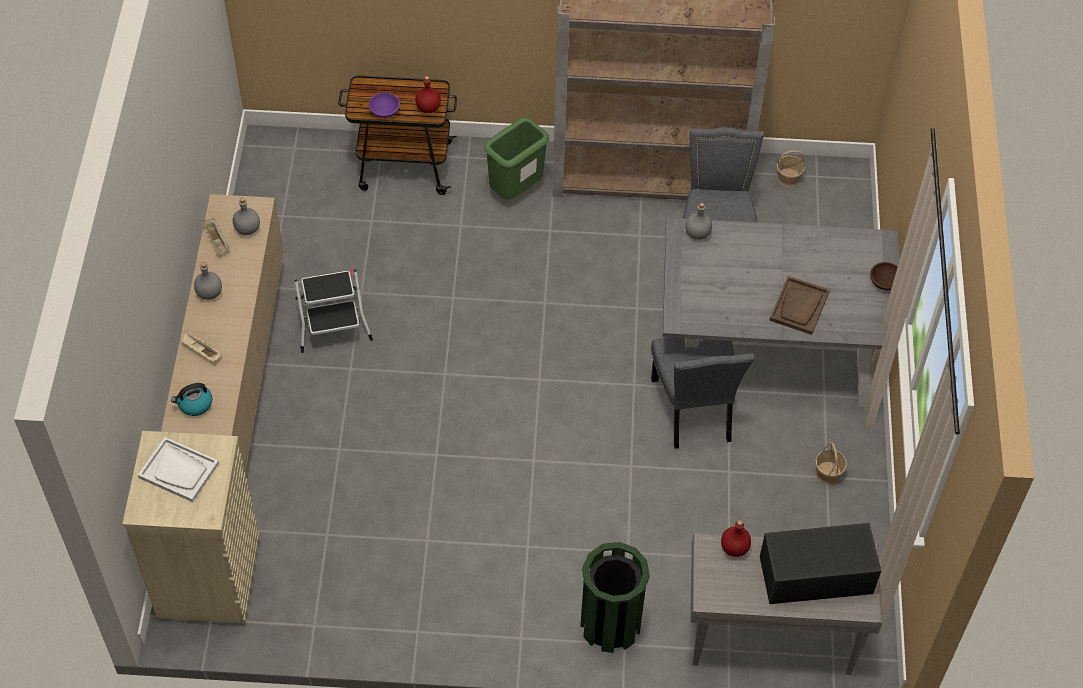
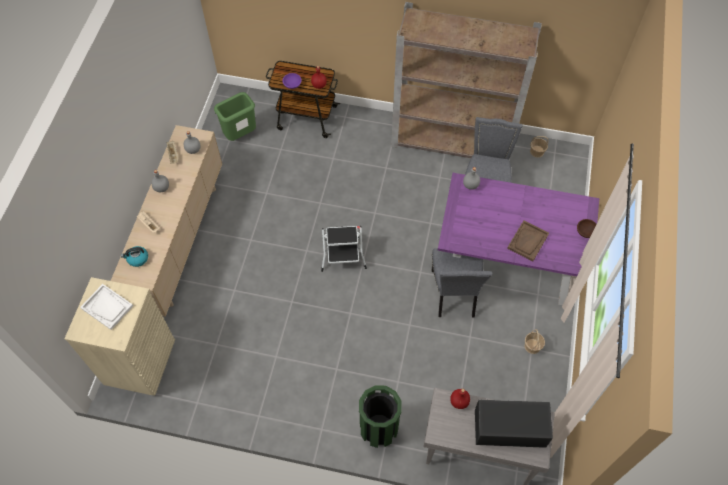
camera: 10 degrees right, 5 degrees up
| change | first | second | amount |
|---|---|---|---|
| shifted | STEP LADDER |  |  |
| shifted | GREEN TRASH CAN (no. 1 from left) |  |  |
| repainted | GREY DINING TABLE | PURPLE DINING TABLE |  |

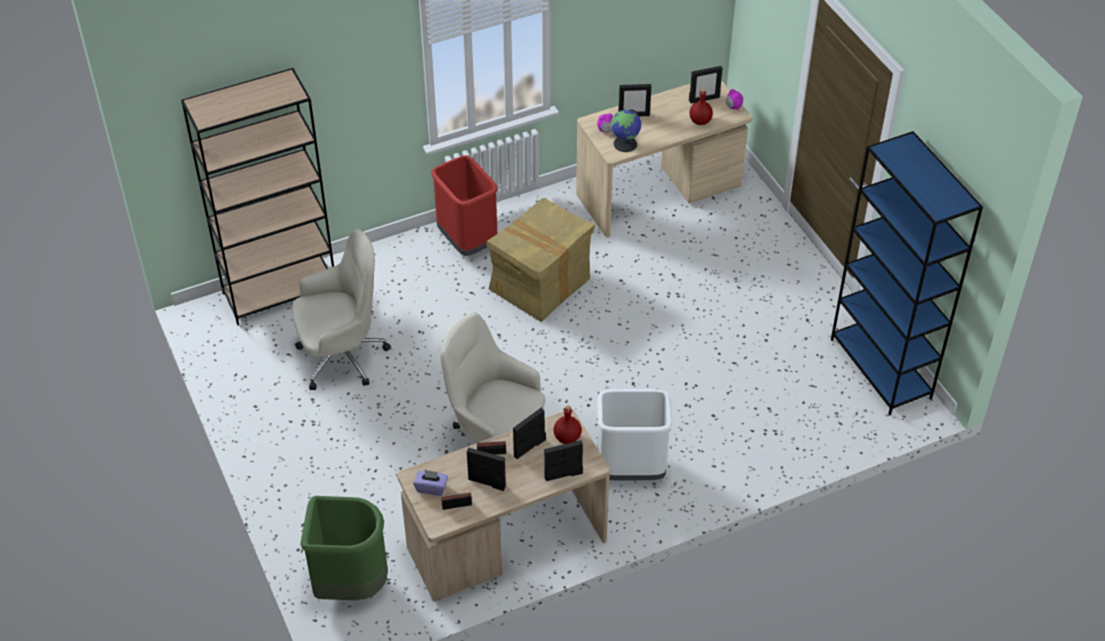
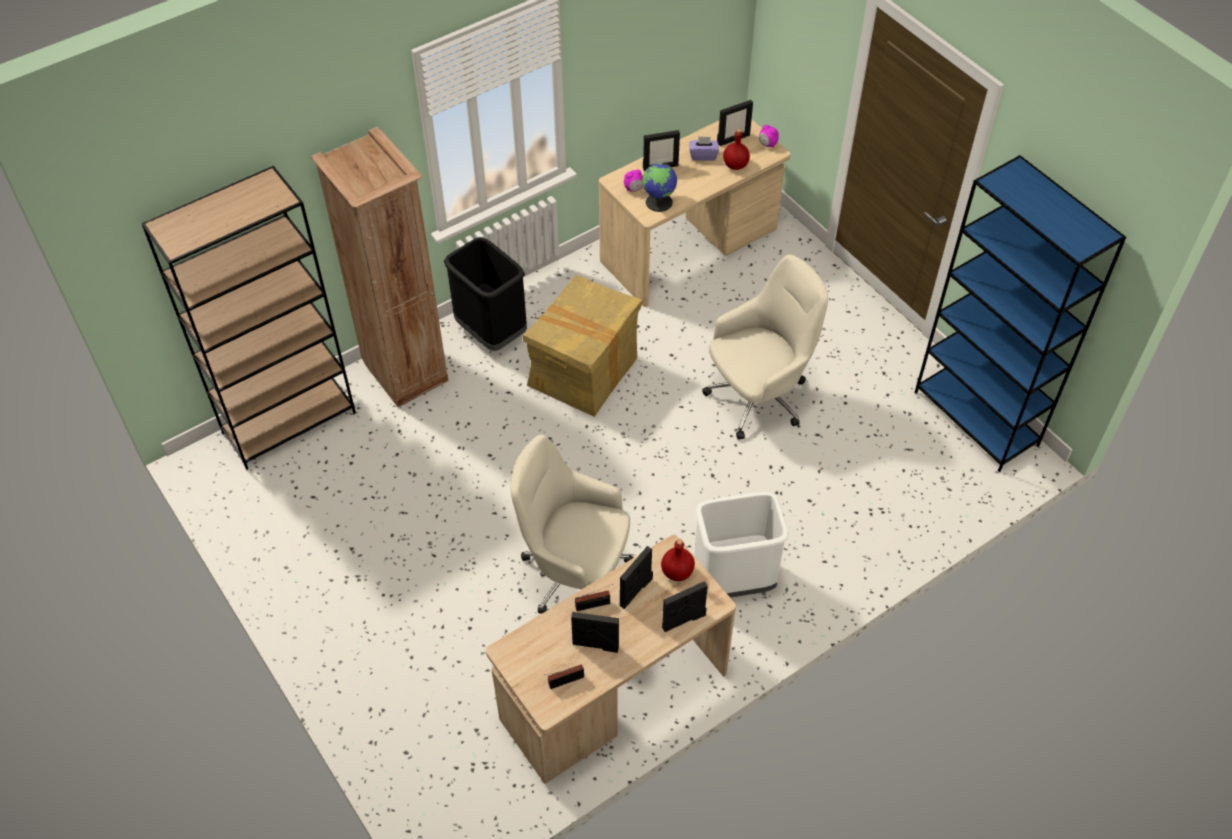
camera: 10 degrees left, 5 degrees up
| change | first | second | amount |
|---|---|---|---|
| gone | GREEN TRASH CAN |  |  |
| new |  | BROWN CABINET |  |
| shifted | BEIGE OFFICE CHAIR (no. 1 from left in the first image) | BEIGE OFFICE CHAIR (no. 2 from left) |  |
| shifted | PURPLE TISSUE BOX |  |  |
| repainted | RED TRASH CAN | BLACK TRASH CAN |  |

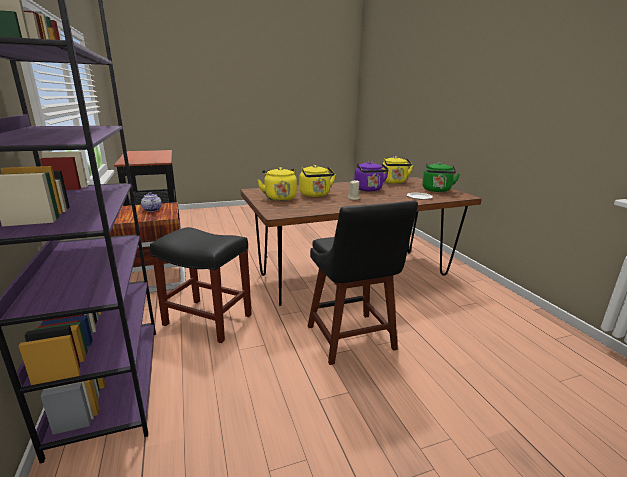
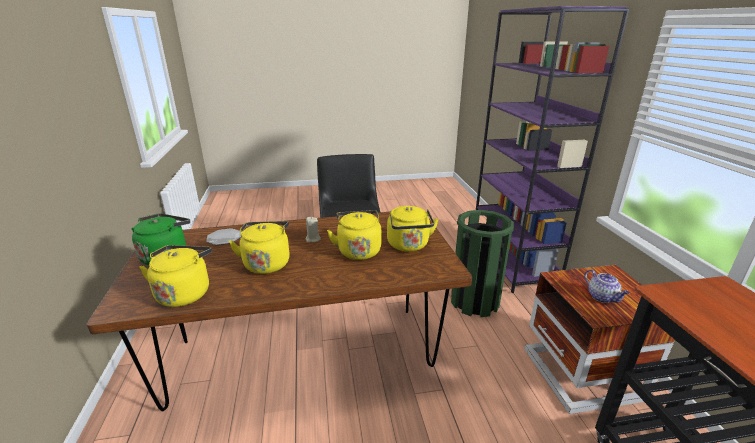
camera: 170 degrees left, 5 degrees up
| change | first | second | amount |
|---|---|---|---|
| swapped | BLACK STOOL | GREEN TRASH CAN |  |
| repainted | PURPLE KETTLE | YELLOW KETTLE (no. 2 from left) |  |

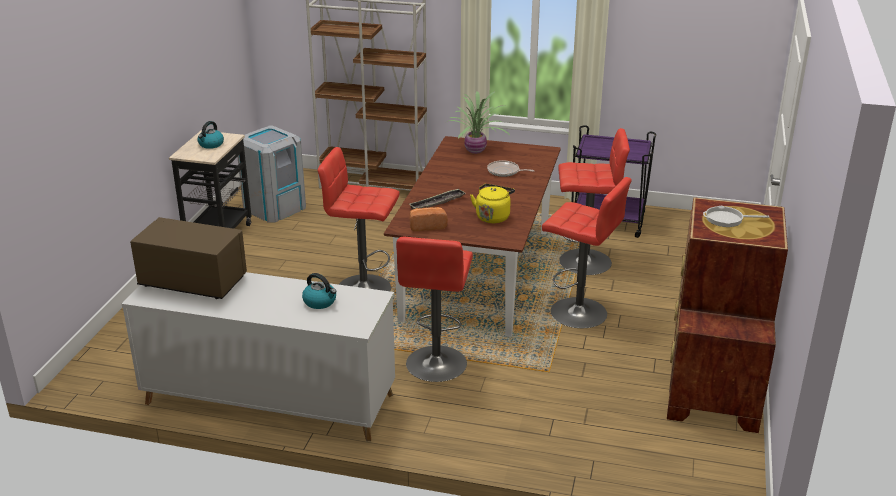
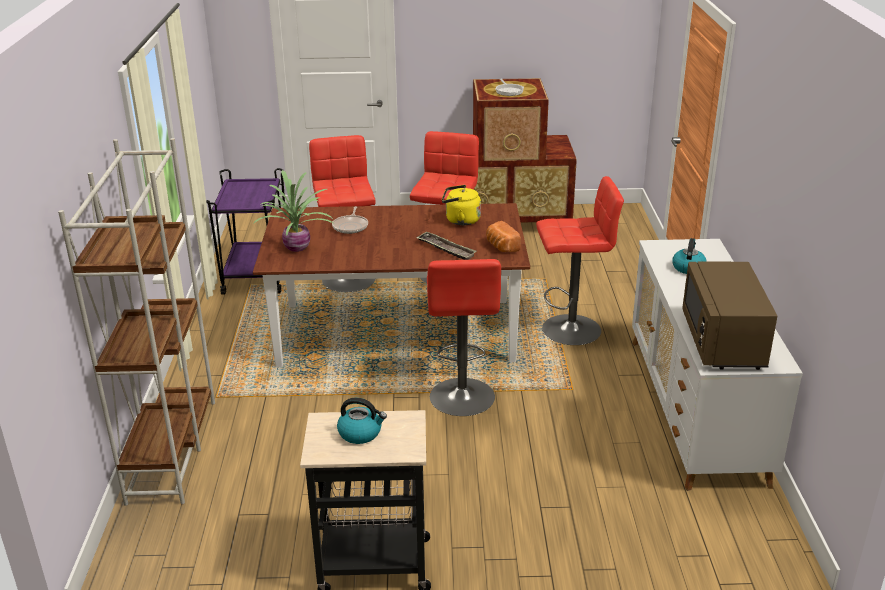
camera: 105 degrees left, 0 degrees up
| change | first | second | amount |
|---|---|---|---|
| gone | GREY TRASH CAN |  |  |

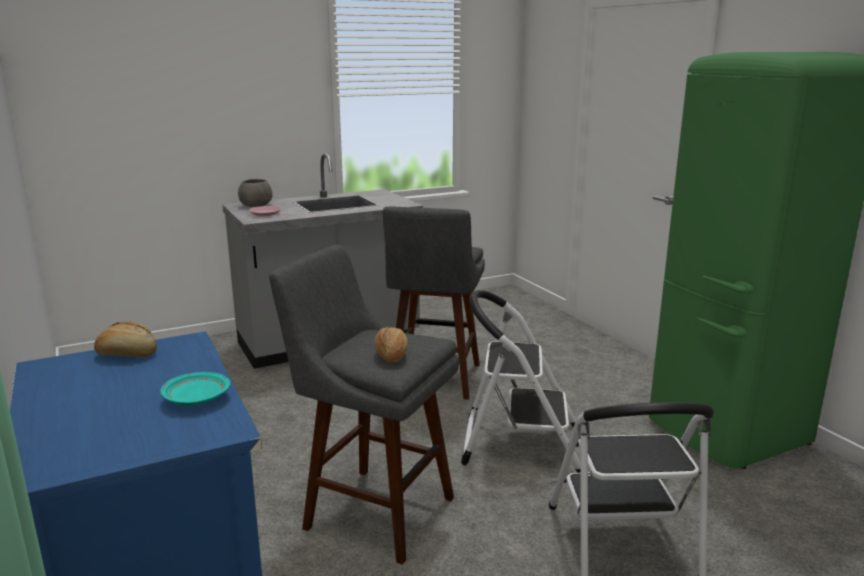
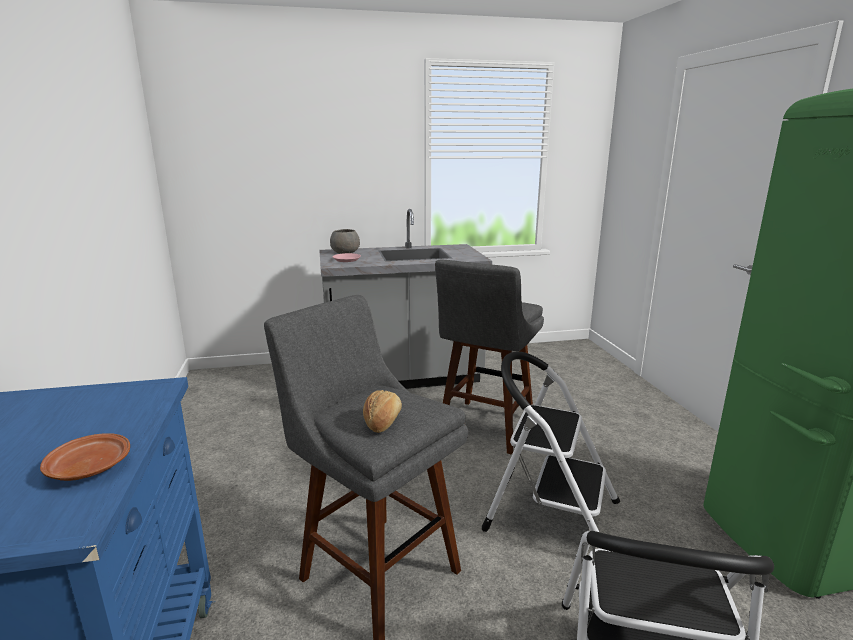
camera: 15 degrees right, 0 degrees up
| change | first | second | amount |
|---|---|---|---|
| gone | BREAD (no. 1 from left) |  |  |
| repainted | TURQUOISE PLATE | BROWN PLATE |  |

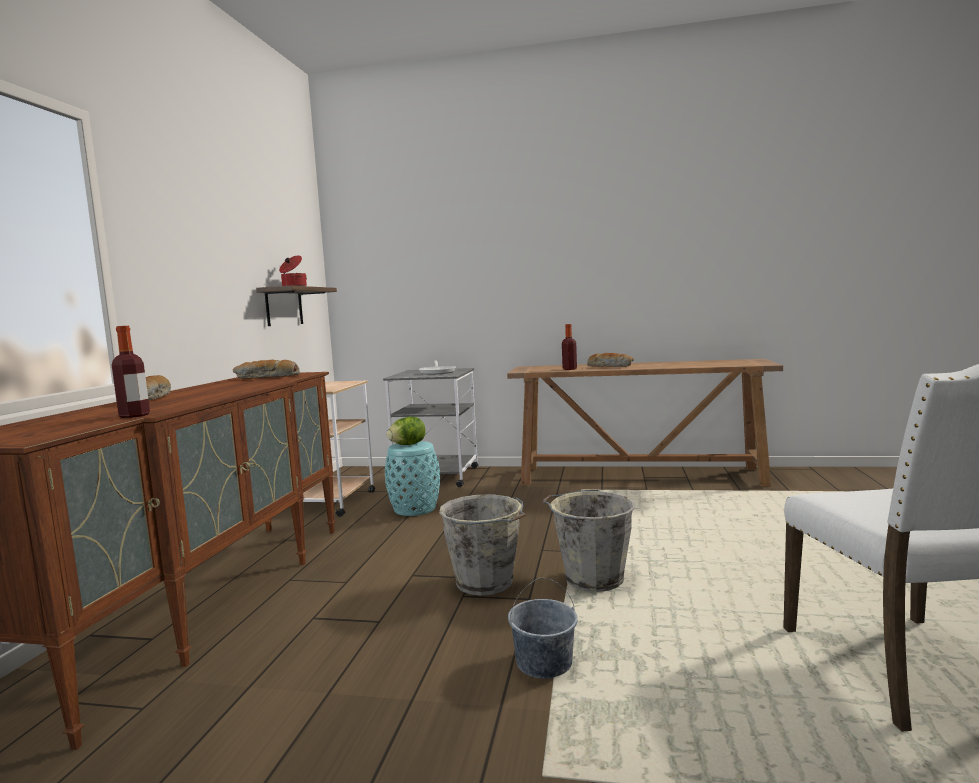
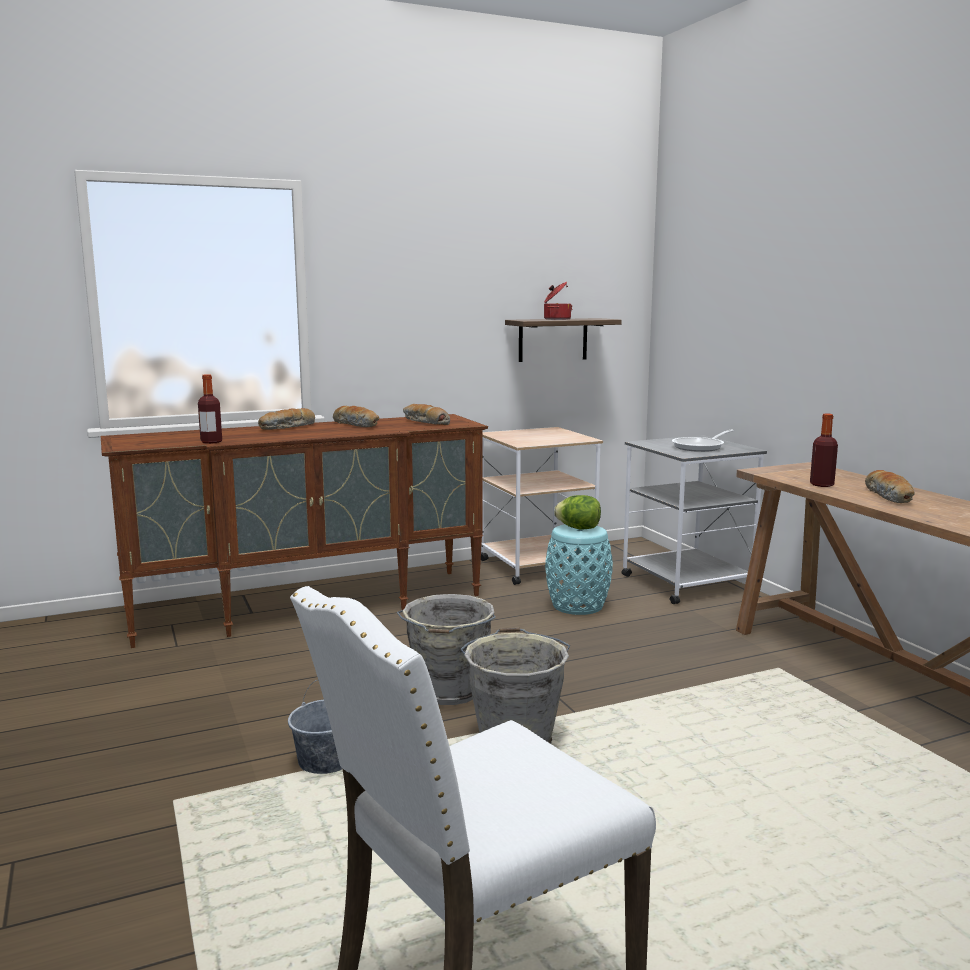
camera: 55 degrees right, 5 degrees up
| change | first | second | amount |
|---|---|---|---|
| new |  | BREAD (no. 2 from left) |  |

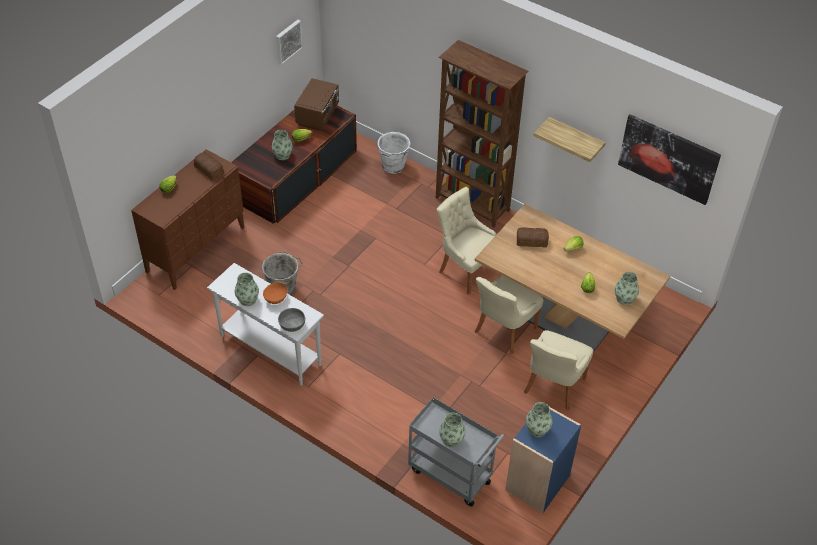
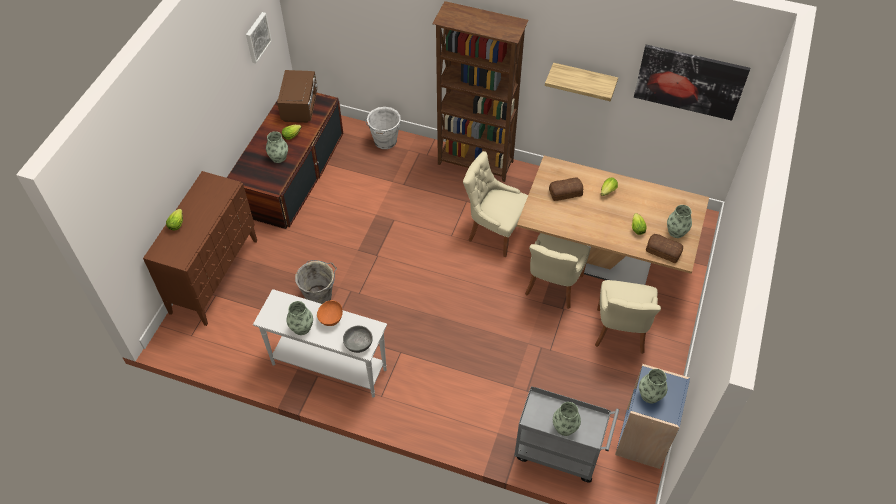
camera: 15 degrees left, 5 degrees up
| change | first | second | amount |
|---|---|---|---|
| shifted | BREAD (no. 1 from left in the first image) | BREAD (no. 2 from left) |  |

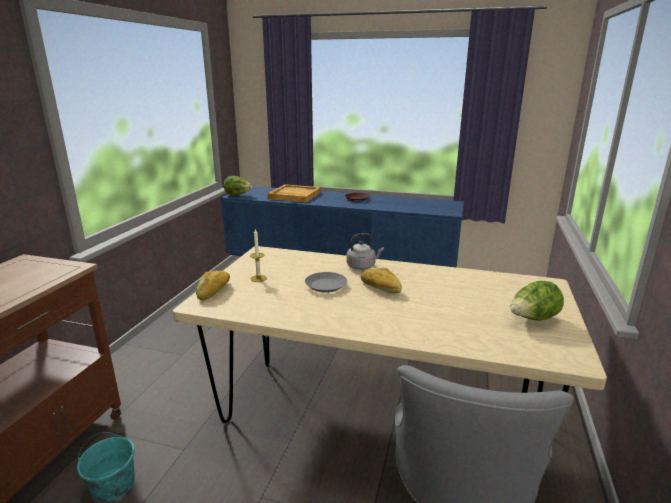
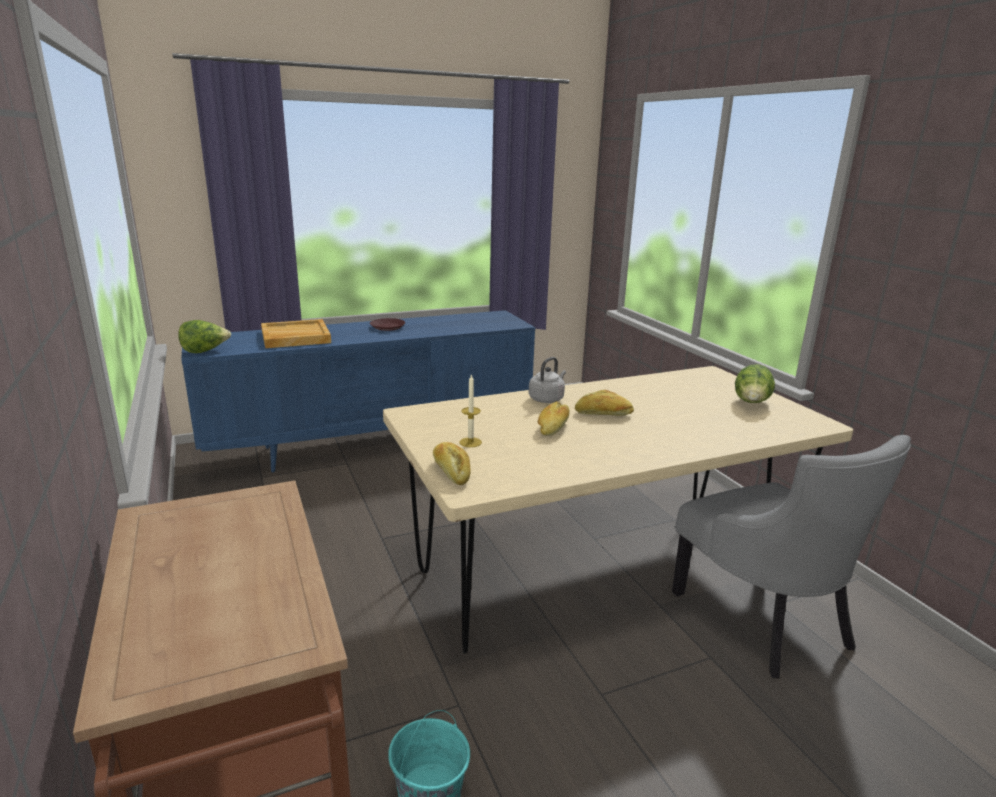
camera: 40 degrees left, 0 degrees up
| change | first | second | amount |
|---|---|---|---|
| swapped | GREY PLATE | BREAD (no. 2 from left) |  |

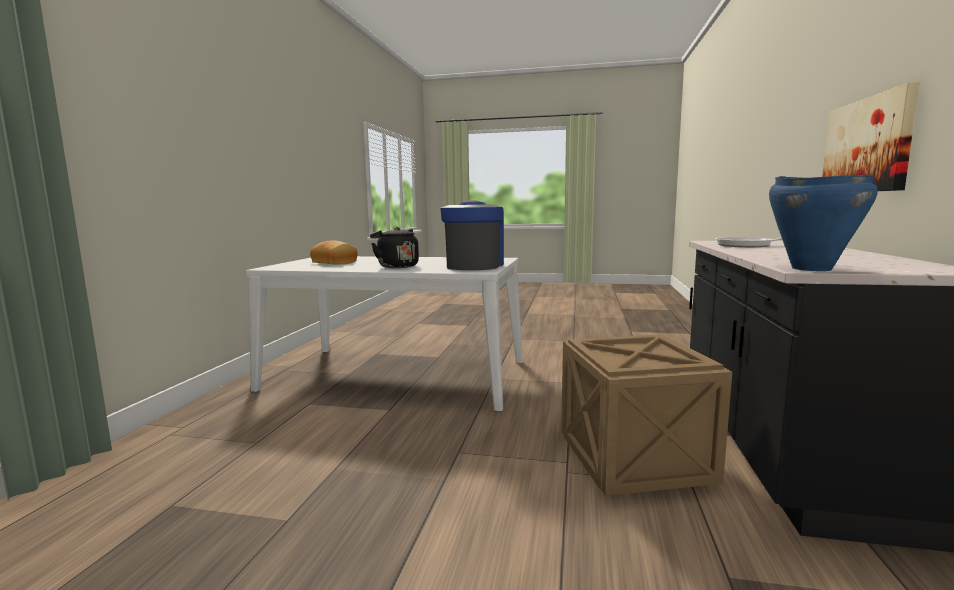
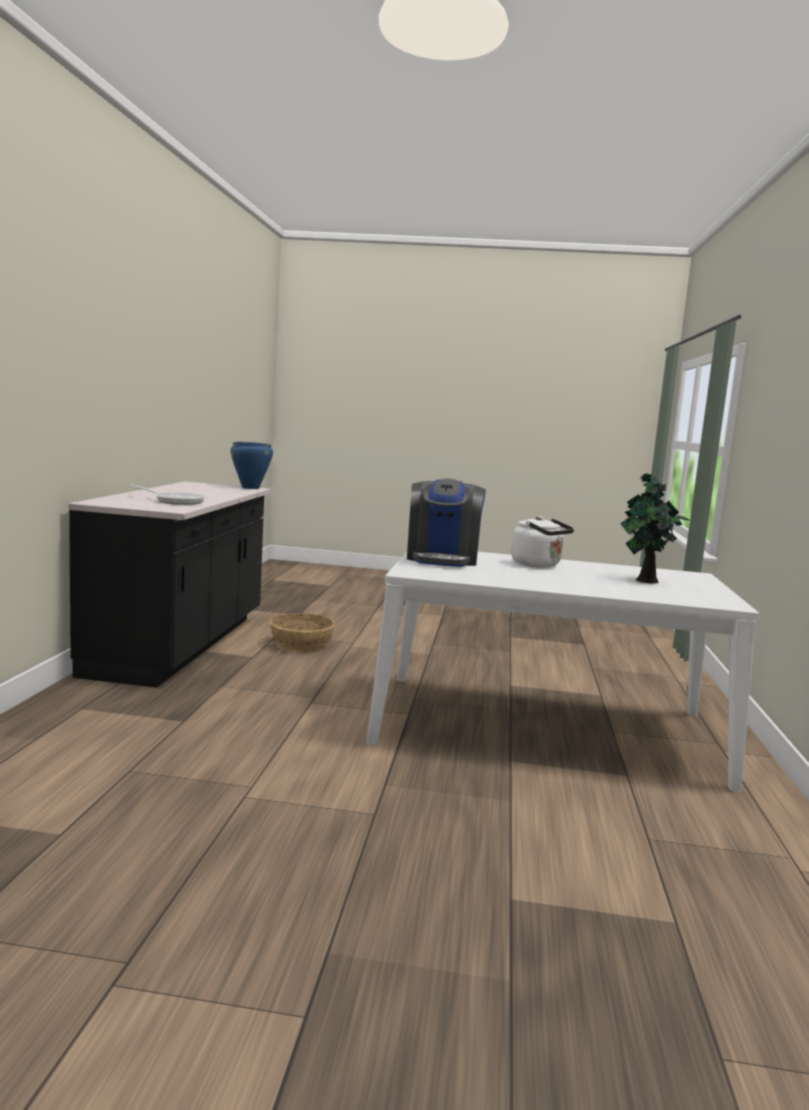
camera: 175 degrees right, 0 degrees up
| change | first | second | amount |
|---|---|---|---|
| gone | PICTURE |  |  |
| swapped | BREAD | POTTED PLANT |  |
| swapped | CRATE | BASKET |  |
| repainted | BLACK KETTLE | WHITE KETTLE |  |

